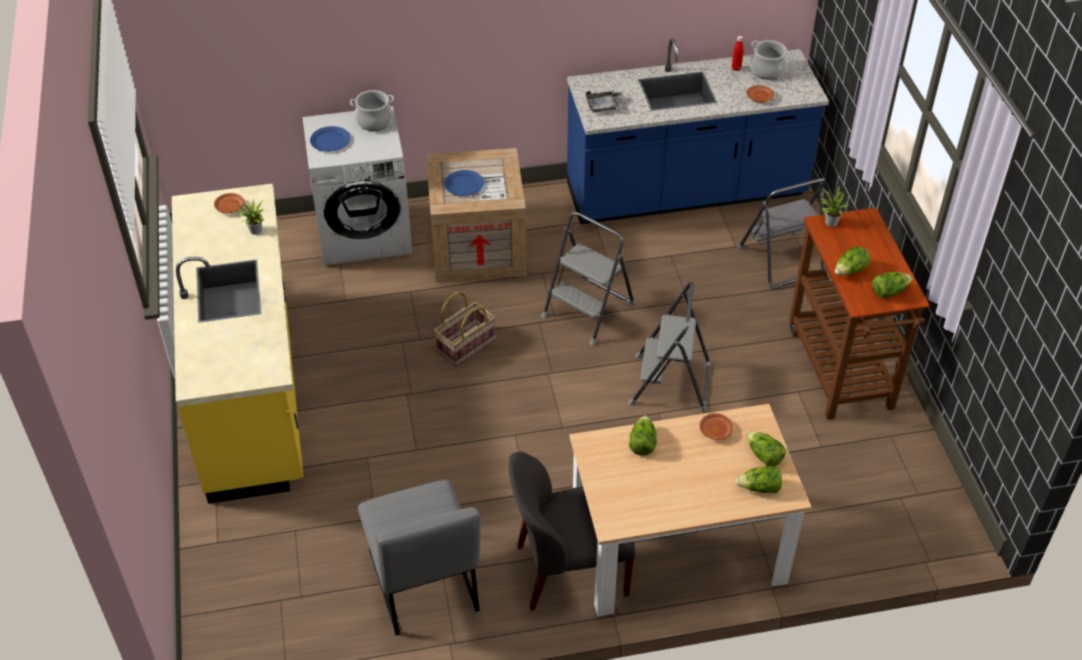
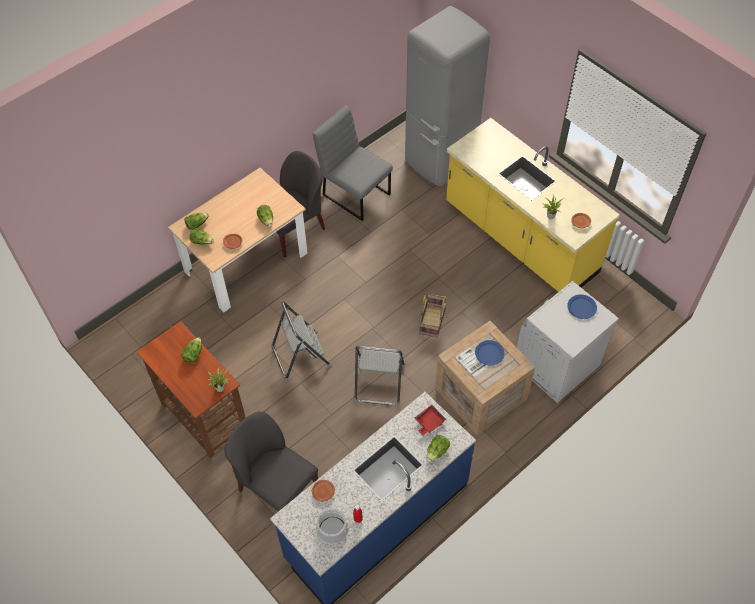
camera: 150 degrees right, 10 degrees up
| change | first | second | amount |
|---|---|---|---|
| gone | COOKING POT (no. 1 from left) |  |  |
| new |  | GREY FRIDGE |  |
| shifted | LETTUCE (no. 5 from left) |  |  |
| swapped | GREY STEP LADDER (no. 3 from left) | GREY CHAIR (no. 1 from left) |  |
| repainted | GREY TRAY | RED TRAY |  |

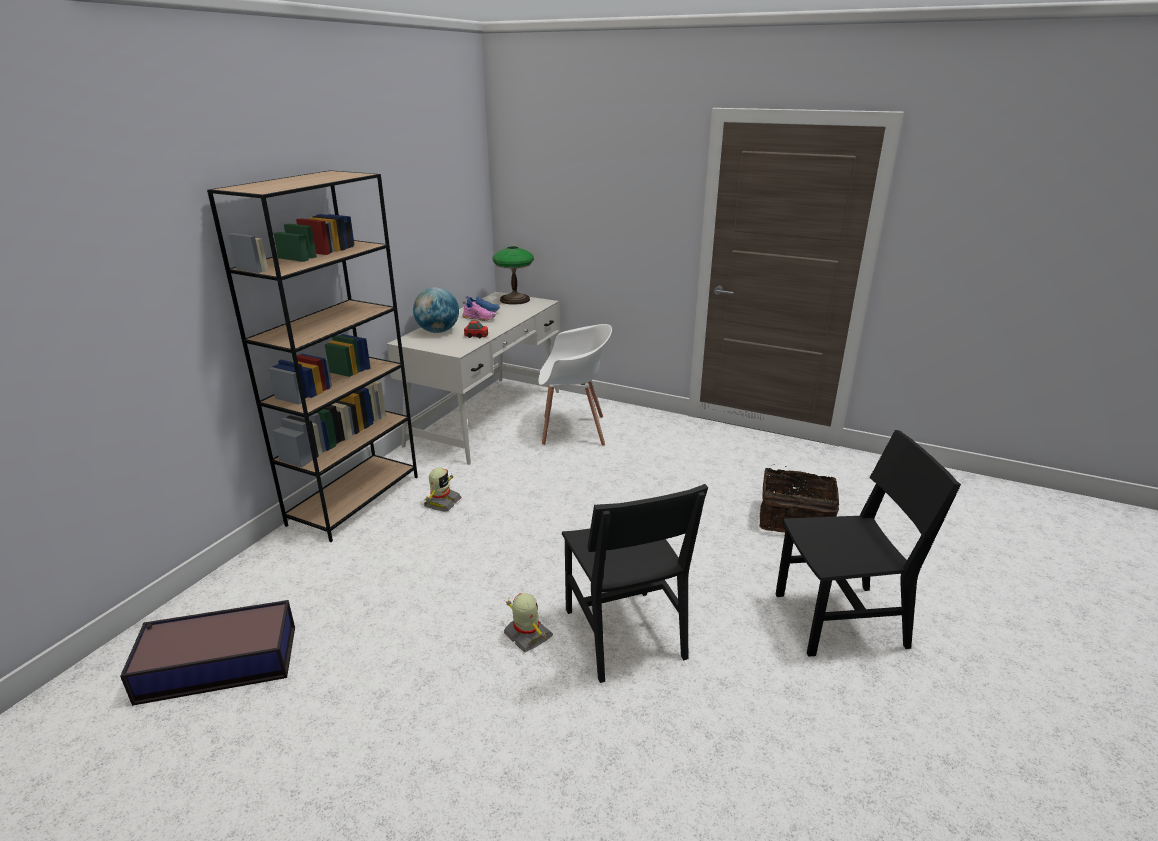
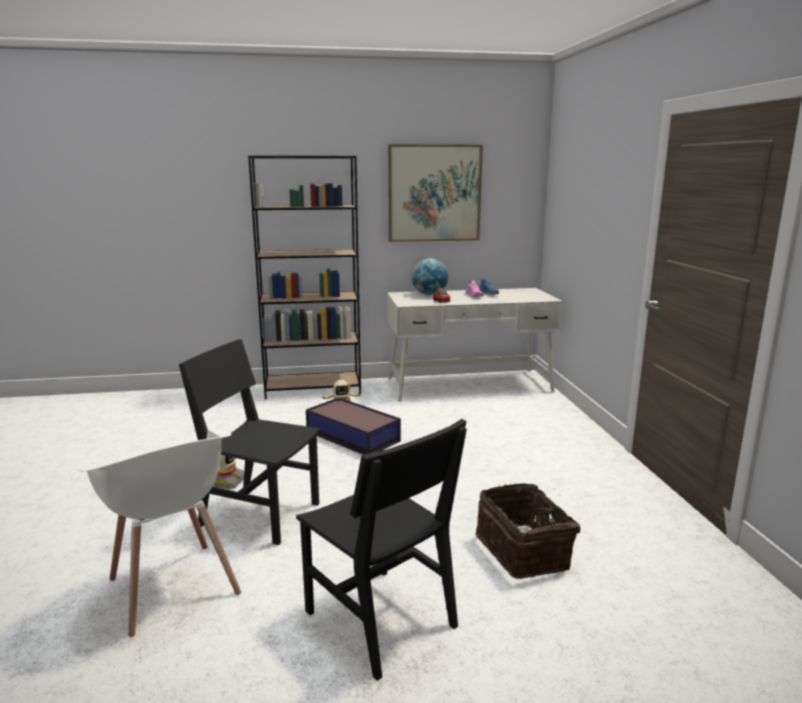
camera: 55 degrees right, 10 degrees down
| change | first | second | amount |
|---|---|---|---|
| gone | TABLE LAMP |  |  |
| new |  | PICTURE |  |
| shifted | STORAGE BOX |  |  |
| shifted | WHITE CHAIR |  |  |
| rotated | BLACK CHAIR (no. 1 from left) |  | 75 degrees clockwise |

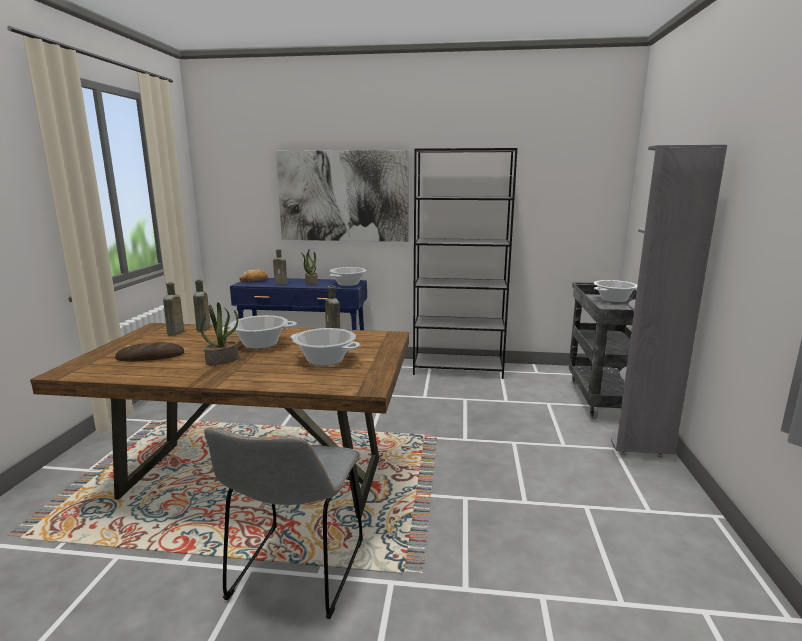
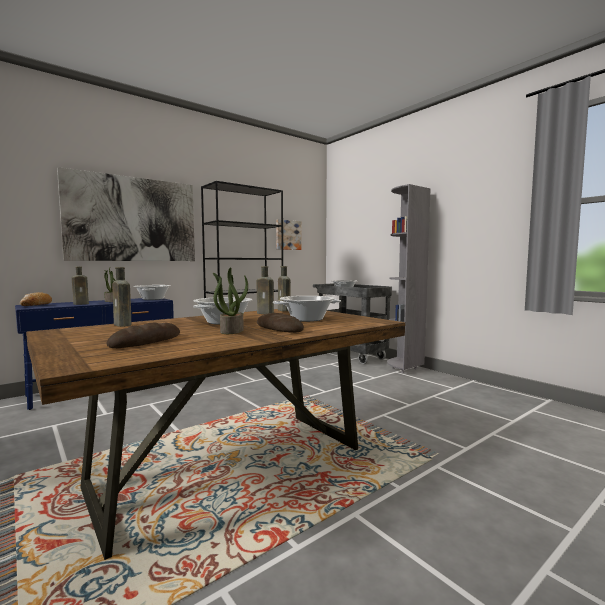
camera: 45 degrees left, 10 degrees down
| change | first | second | amount |
|---|---|---|---|
| gone | GREY CHAIR |  |  |
| new |  | BREAD (no. 3 from left) |  |
| new |  | PICTURE (no. 2 from left) |  |
| shifted | BROWN BOTTLE (no. 1 from left in the first image) | BROWN BOTTLE (no. 4 from left) |  |

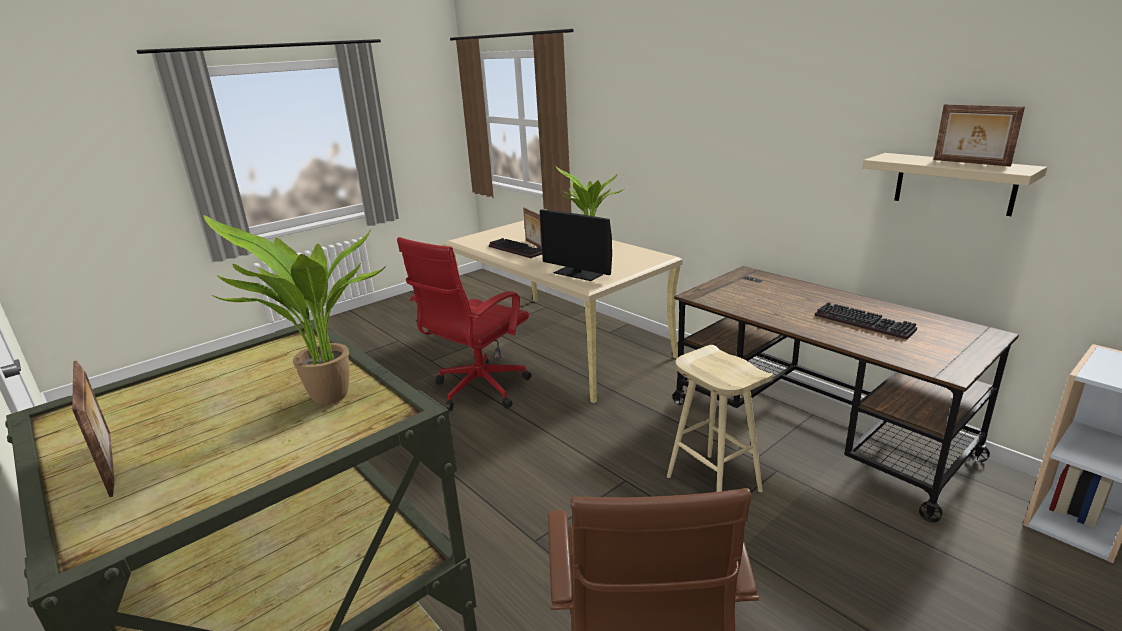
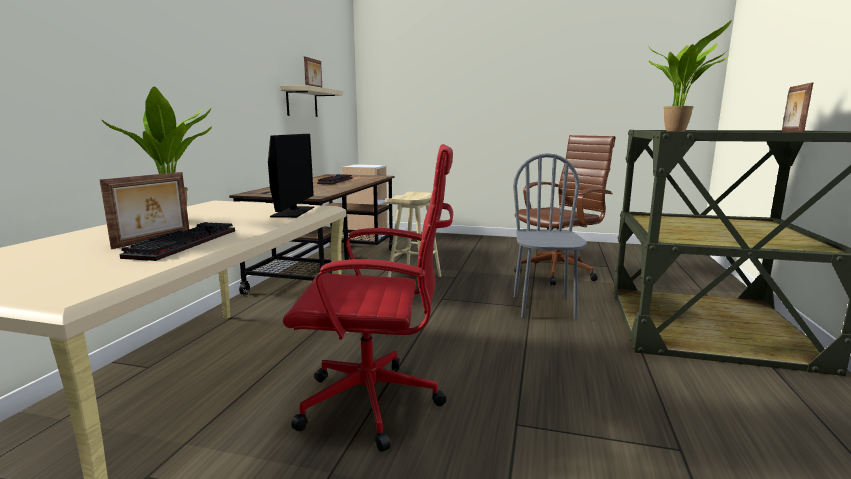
camera: 125 degrees left, 10 degrees down
| change | first | second | amount |
|---|---|---|---|
| new |  | GREY CHAIR |  |

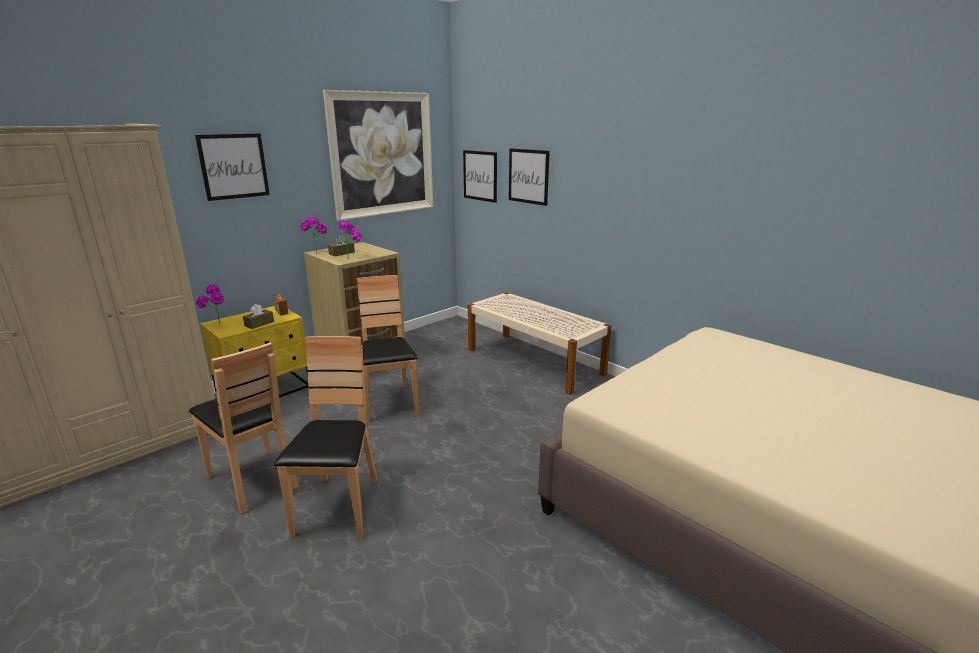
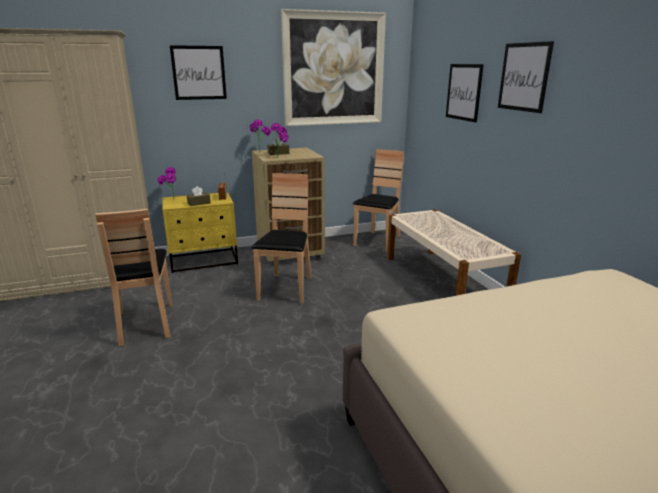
camera: 25 degrees right, 0 degrees up
| change | first | second | amount |
|---|---|---|---|
| shifted | BROWN CHAIR (no. 2 from left in the first image) | BROWN CHAIR (no. 3 from left) |  |
| shifted | PICTURE (no. 3 from left in the first image) | PICTURE (no. 4 from left) |  |

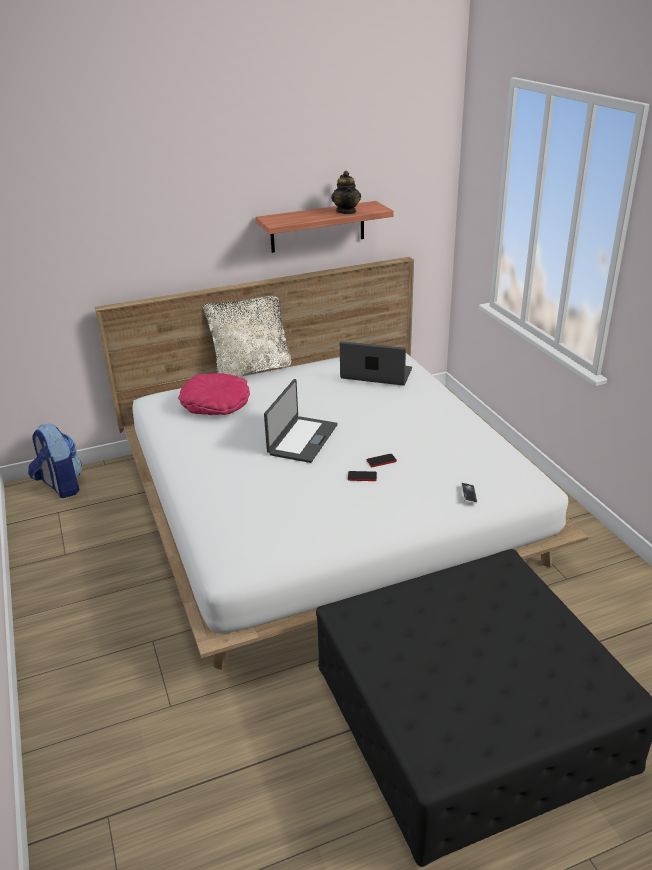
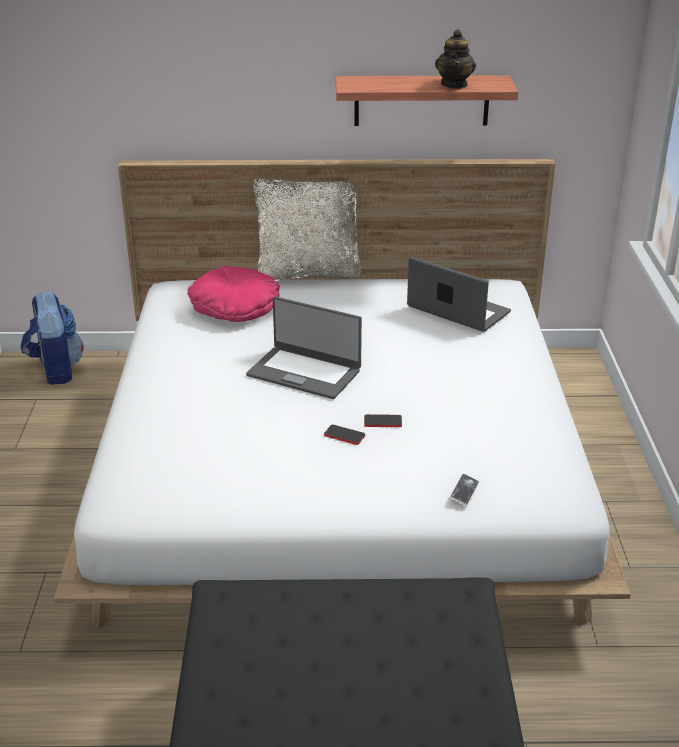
camera: 20 degrees right, 0 degrees up
| change | first | second | amount |
|---|---|---|---|
| rotated | LAPTOP (no. 1 from left) |  | 75 degrees clockwise |

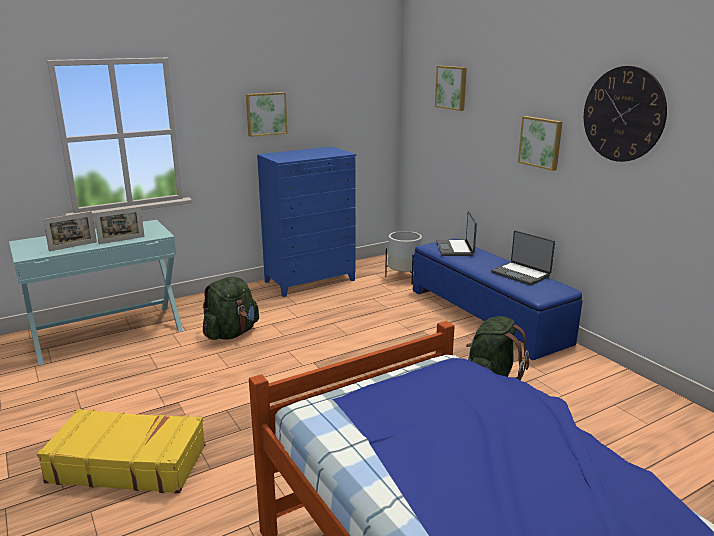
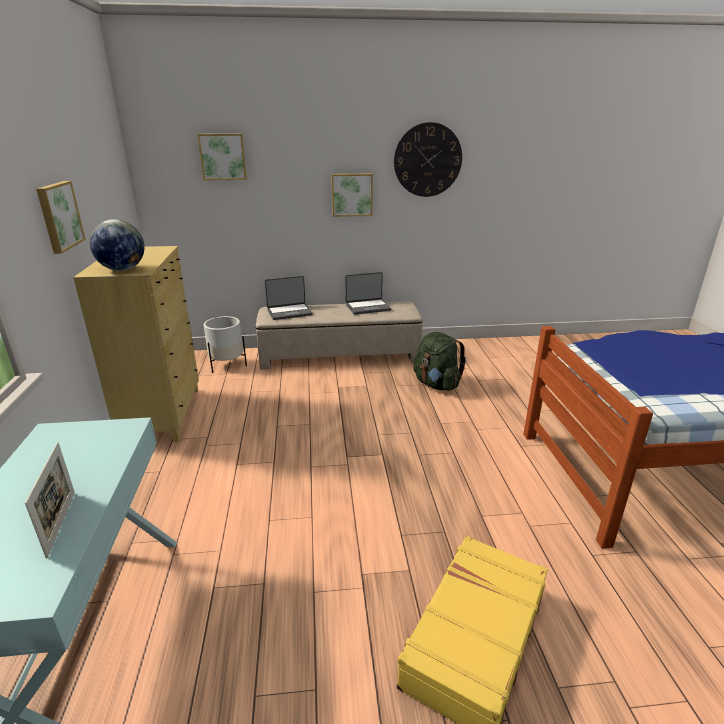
camera: 65 degrees left, 5 degrees up
| change | first | second | amount |
|---|---|---|---|
| gone | PICTURE FRAME (no. 2 from left) |  |  |
| gone | GREEN BACKPACK (no. 1 from left) |  |  |
| new |  | GLOBE |  |
| repainted | BLUE DRESSER | BEIGE DRESSER |  |
| repainted | BLUE BENCH | BEIGE BENCH |  |
| rotated | LAPTOP (no. 1 from left) |  | 45 degrees counterclockwise |

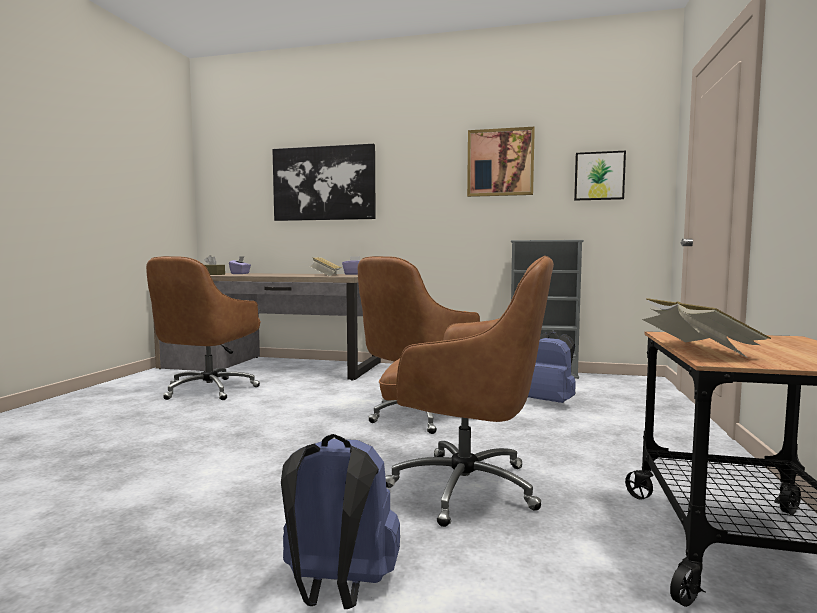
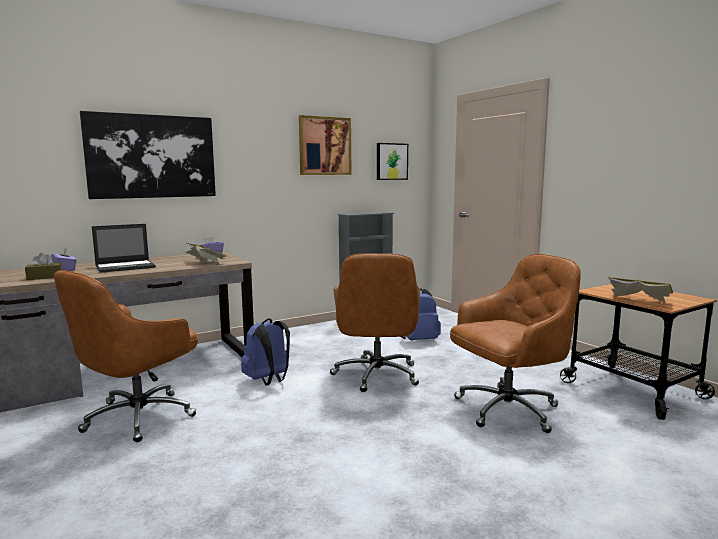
camera: 45 degrees left, 5 degrees up
| change | first | second | amount |
|---|---|---|---|
| new |  | LAPTOP |  |
| shifted | BLUE BACKPACK (no. 1 from left) |  |  |
| rotated | BROWN OFFICE CHAIR (no. 1 from left) |  | 60 degrees clockwise |

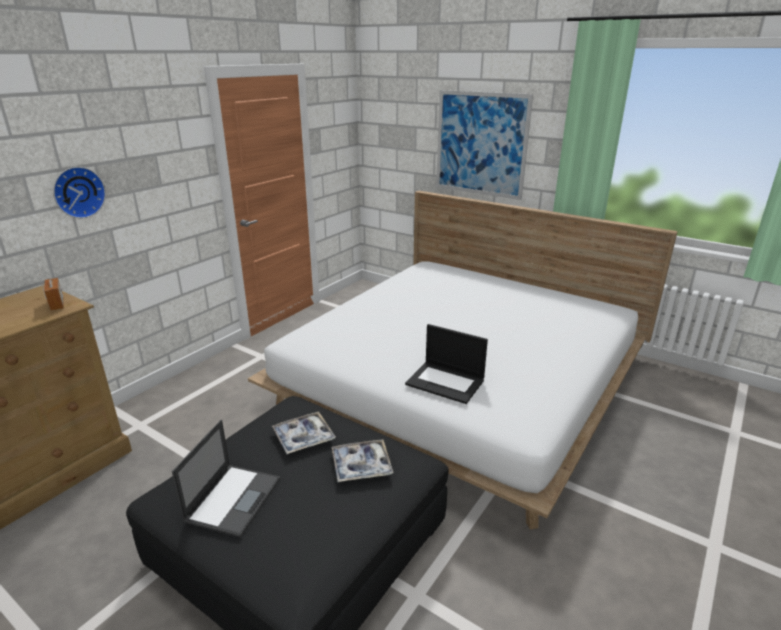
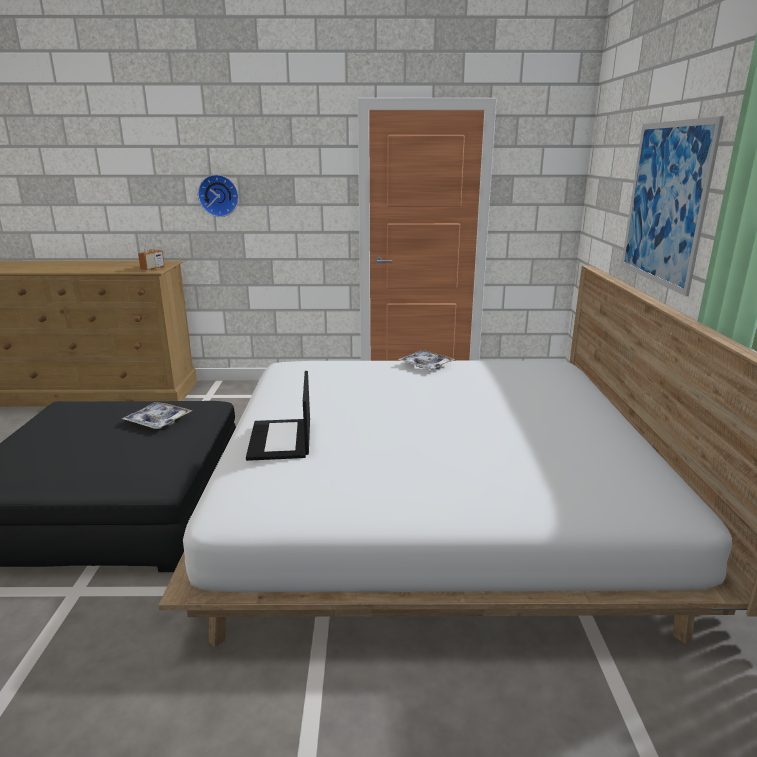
camera: 55 degrees right, 5 degrees down
| change | first | second | amount |
|---|---|---|---|
| gone | LAPTOP (no. 1 from left) |  |  |
| shifted | TRAY (no. 2 from left) |  |  |

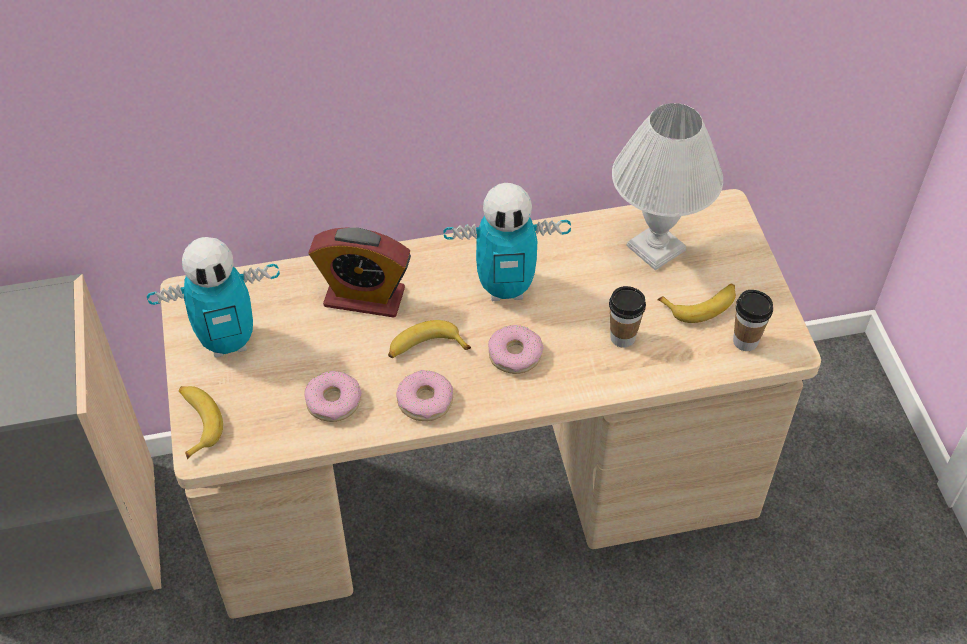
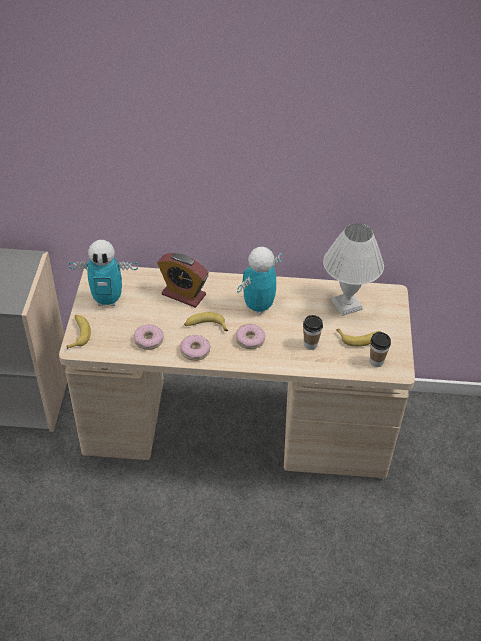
camera: 15 degrees right, 5 degrees down
| change | first | second | amount |
|---|---|---|---|
| rotated | TOY ROBOT (no. 2 from left) |  | 120 degrees clockwise |

